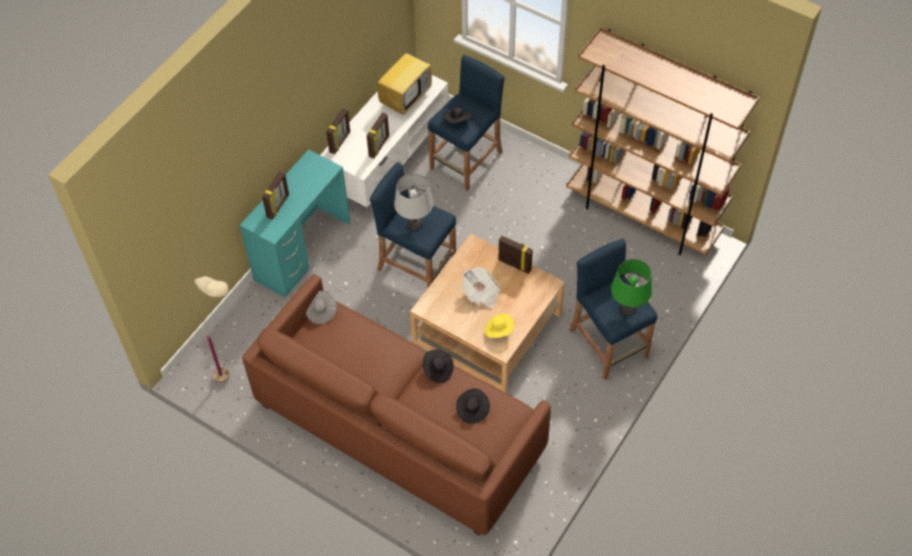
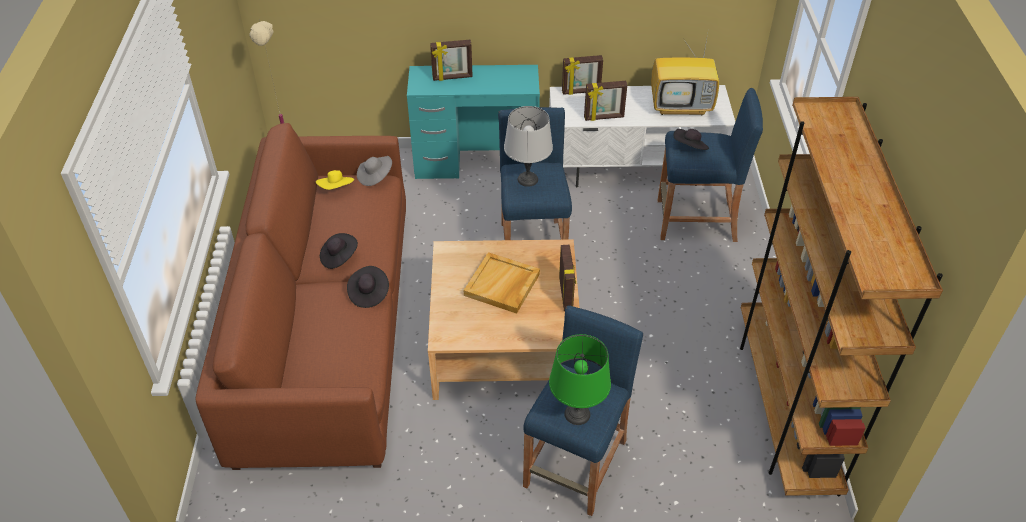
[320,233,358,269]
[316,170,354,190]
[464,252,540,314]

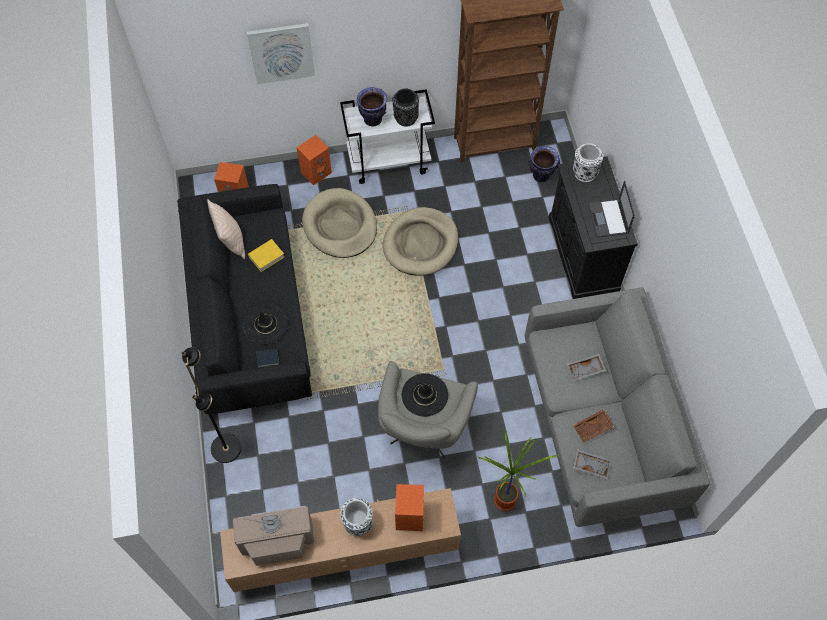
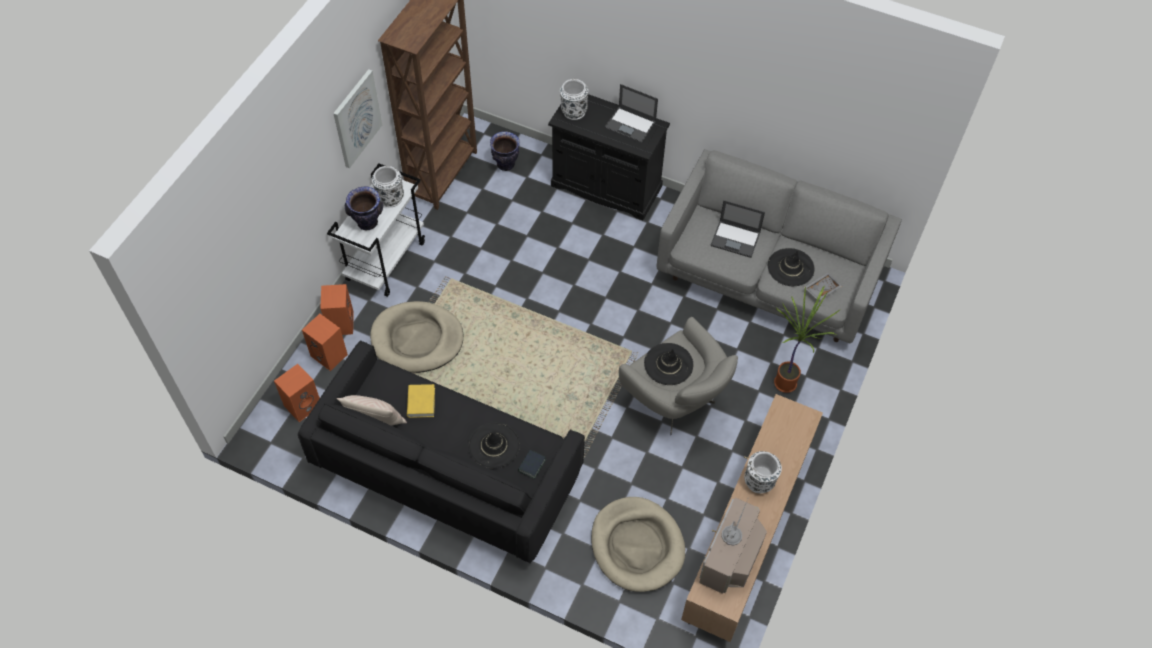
[181,348,241,463] (first image)
[333,69,382,168]
[591,497,685,592]
[302,314,348,371]
[711,200,765,258]
[768,248,815,286]
[372,166,404,207]

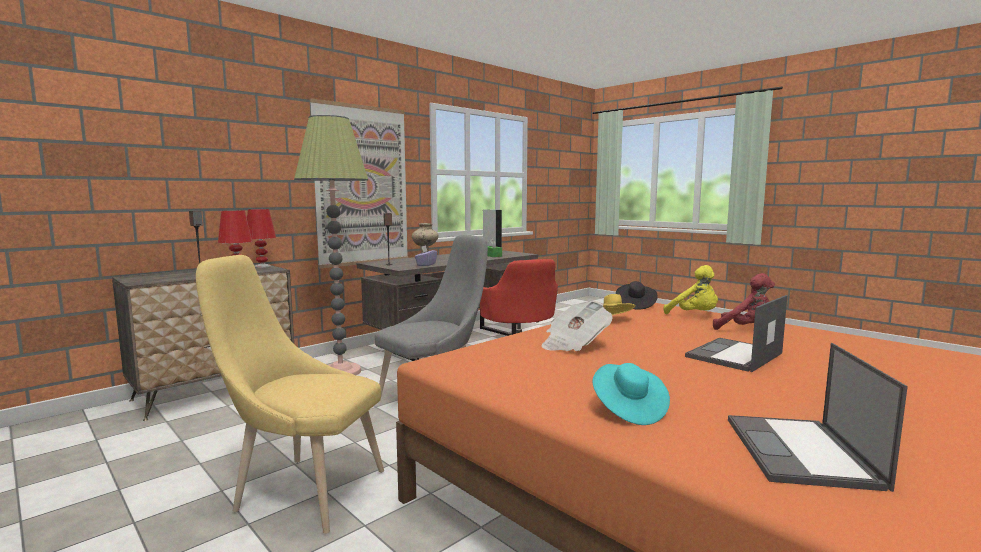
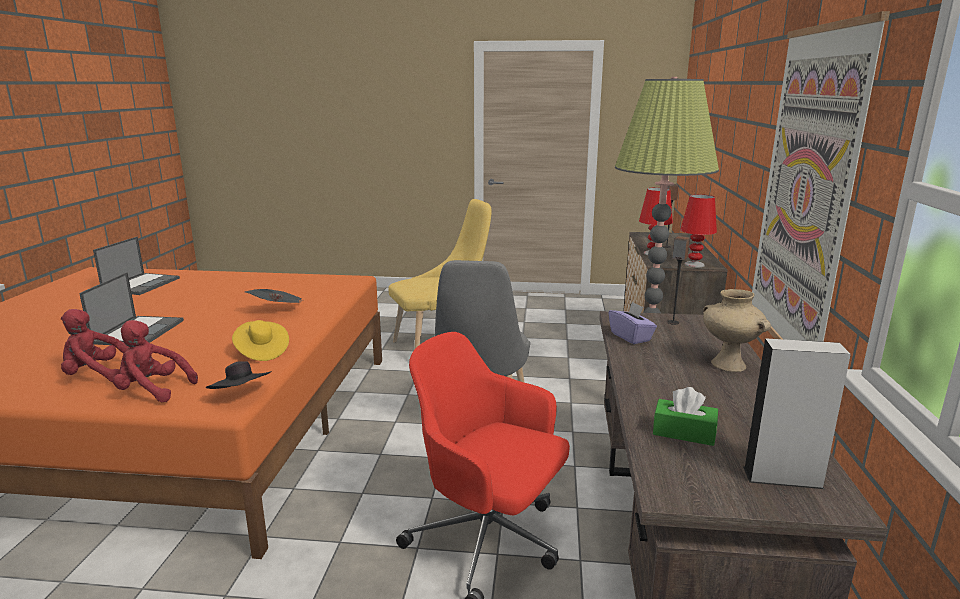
[592,363,670,425] (first image)
[113,320,198,402]
[93,237,180,295]

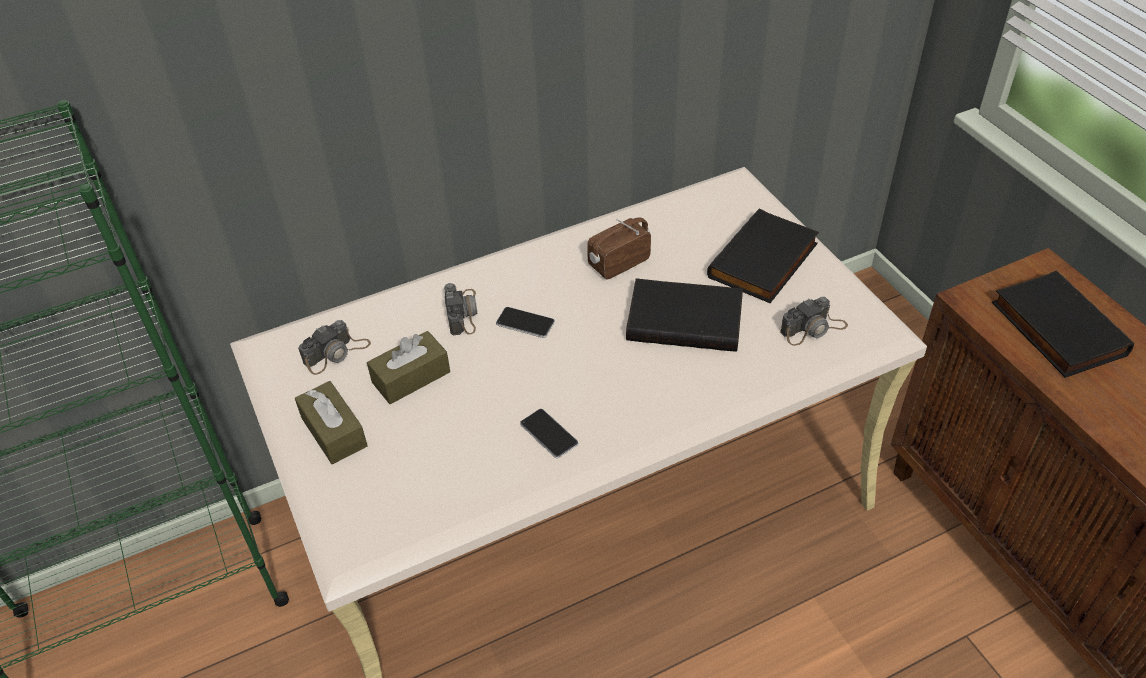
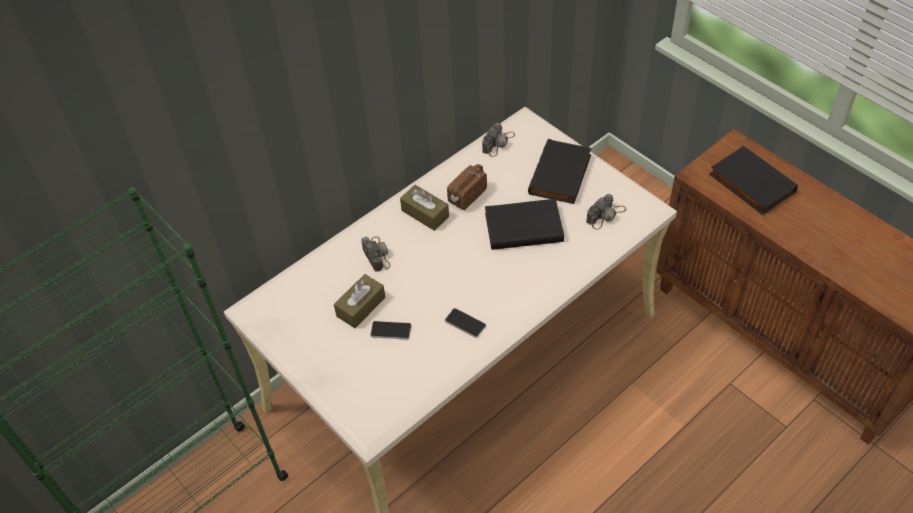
[400,185,449,231]
[482,123,515,157]
[370,321,411,340]

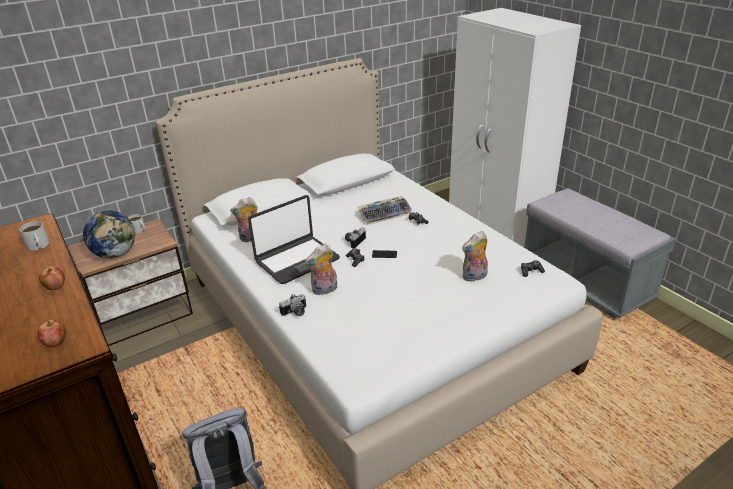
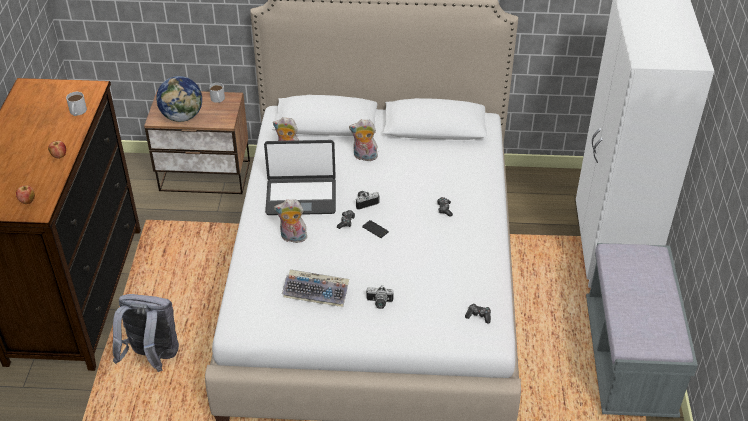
[366,286,394,309]
[282,270,349,307]
[349,119,378,163]

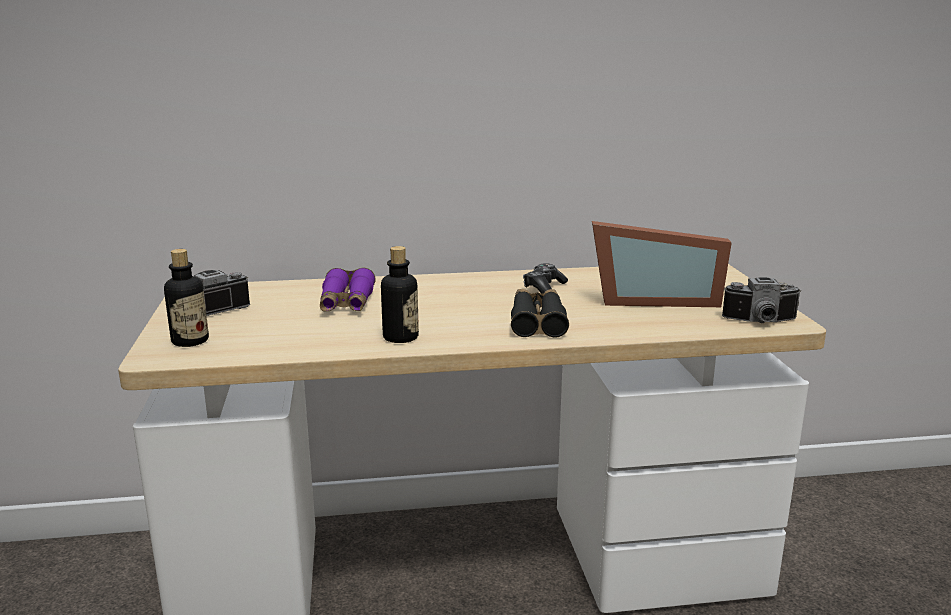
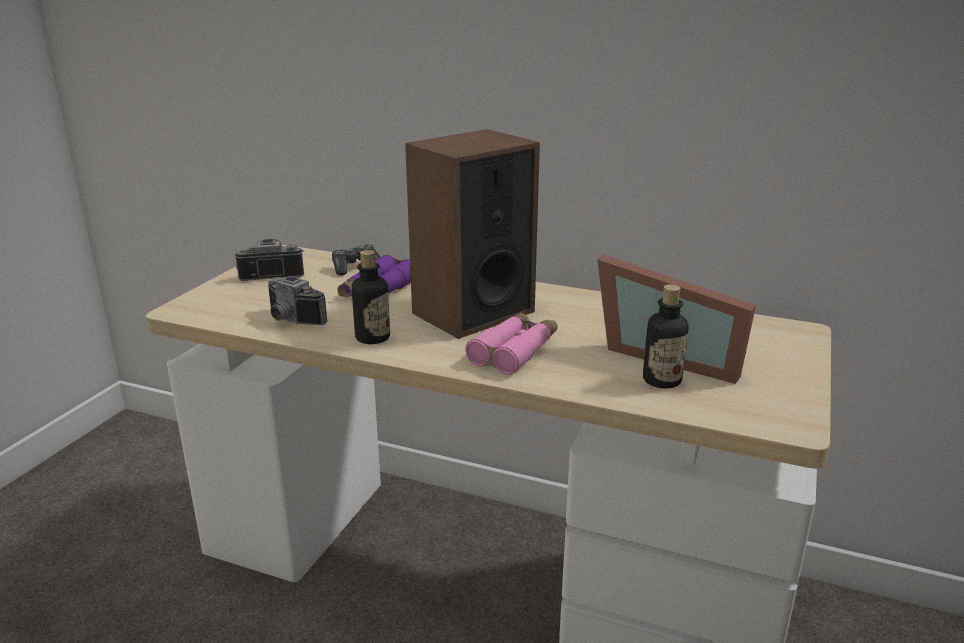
[405,129,540,339]
[643,284,688,389]
[332,244,381,276]
[268,276,327,325]
[466,313,558,374]

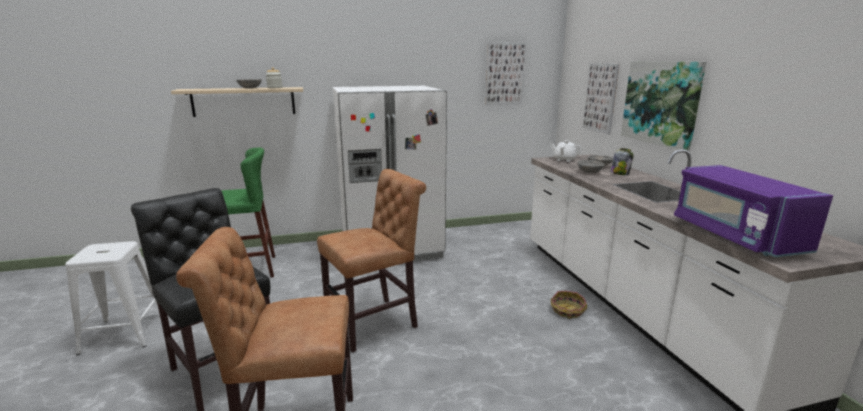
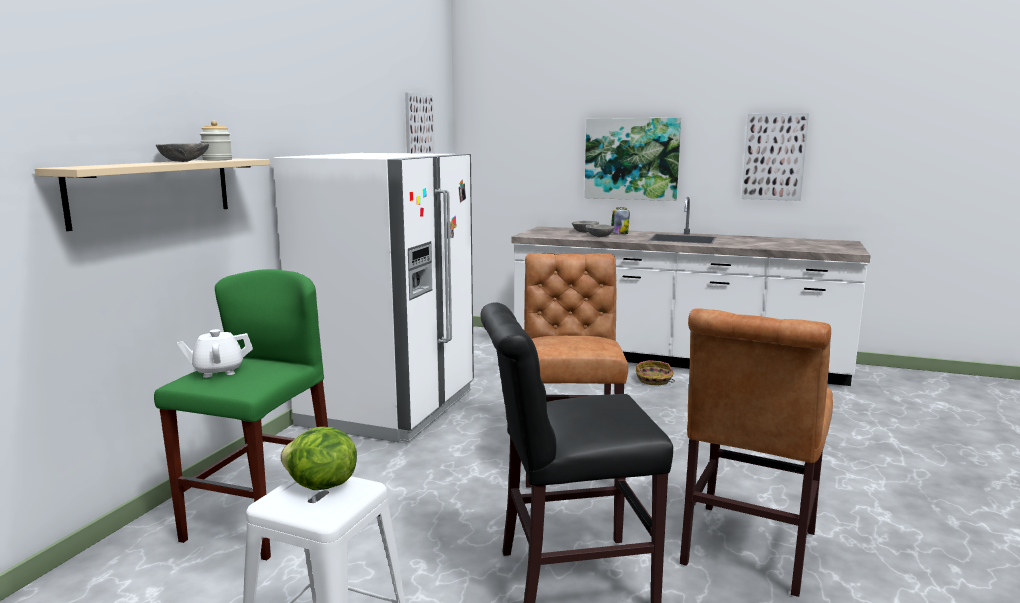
[674,165,833,257] (first image)
[280,427,357,490]
[177,329,253,378]
[742,113,809,201]

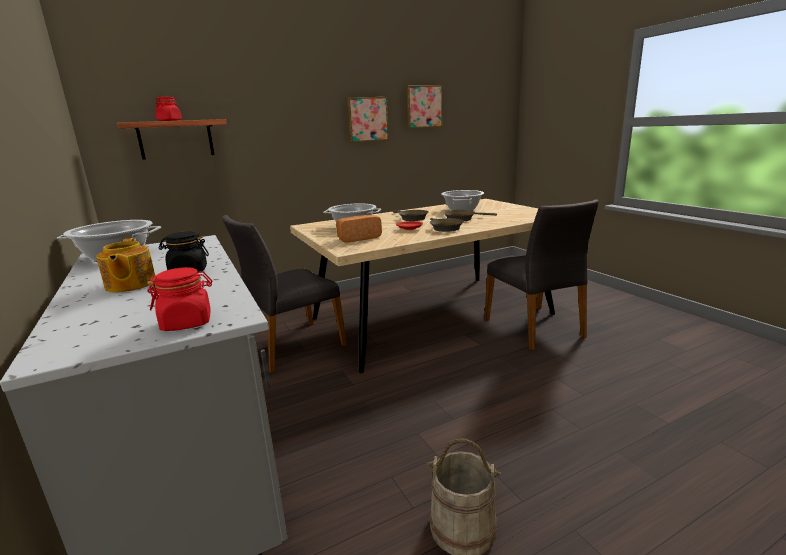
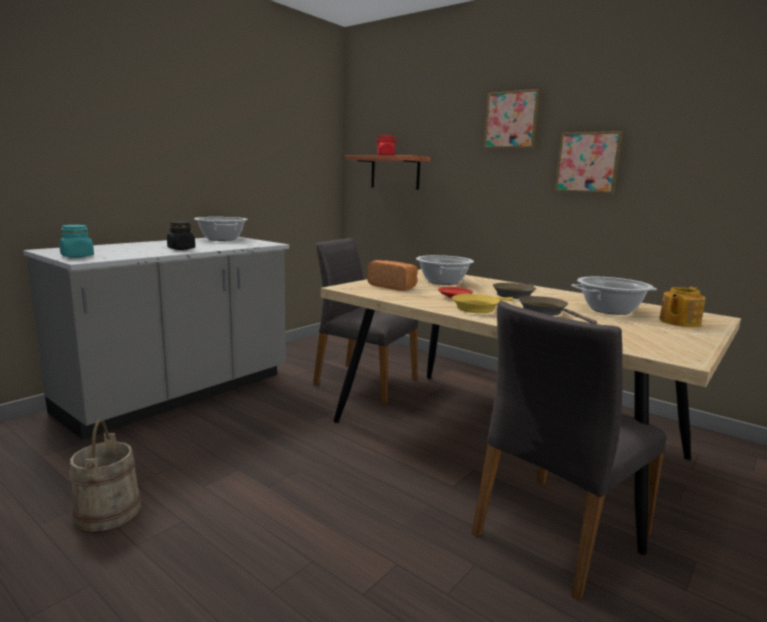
[659,287,706,327]
[484,89,541,149]
[59,225,94,258]
[452,294,514,313]

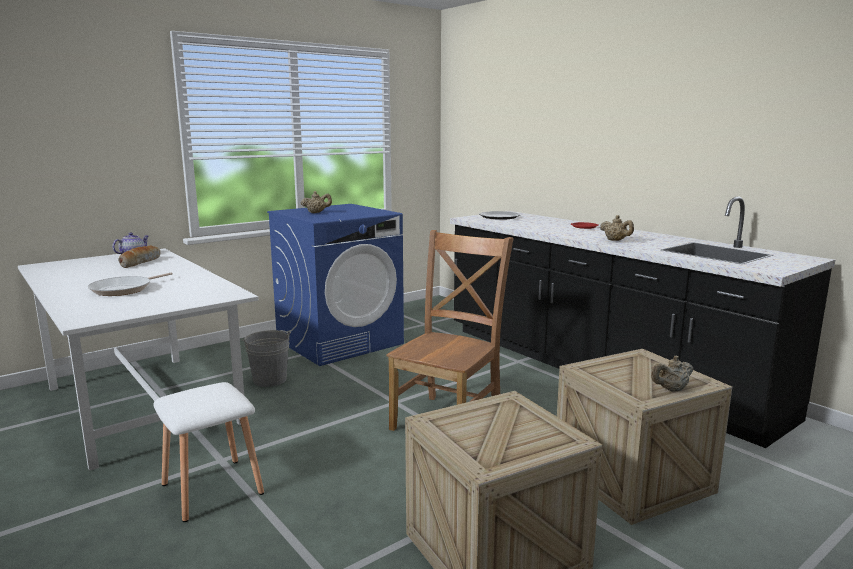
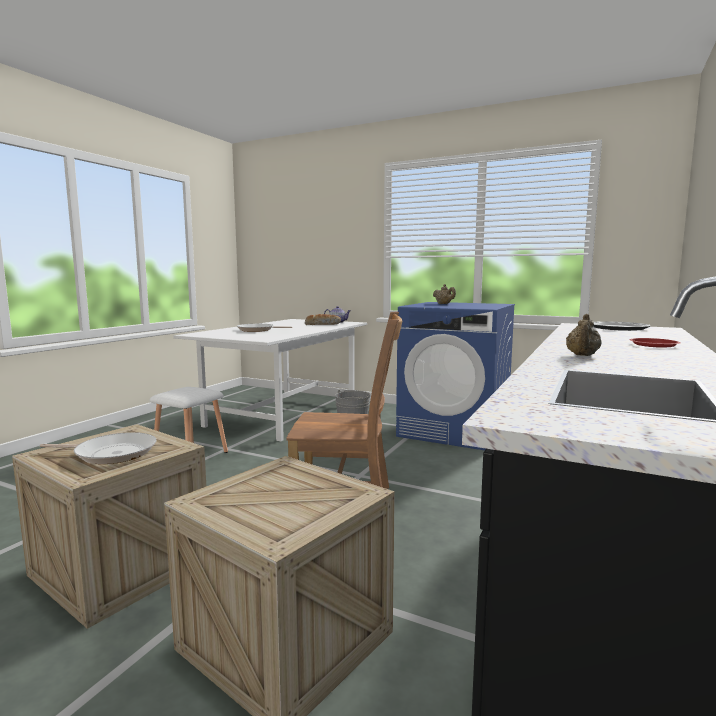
[651,356,693,392] (first image)
[40,432,156,464]

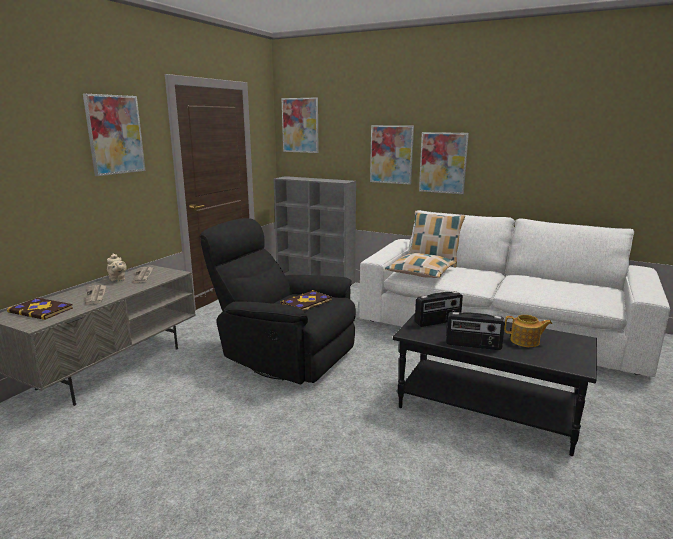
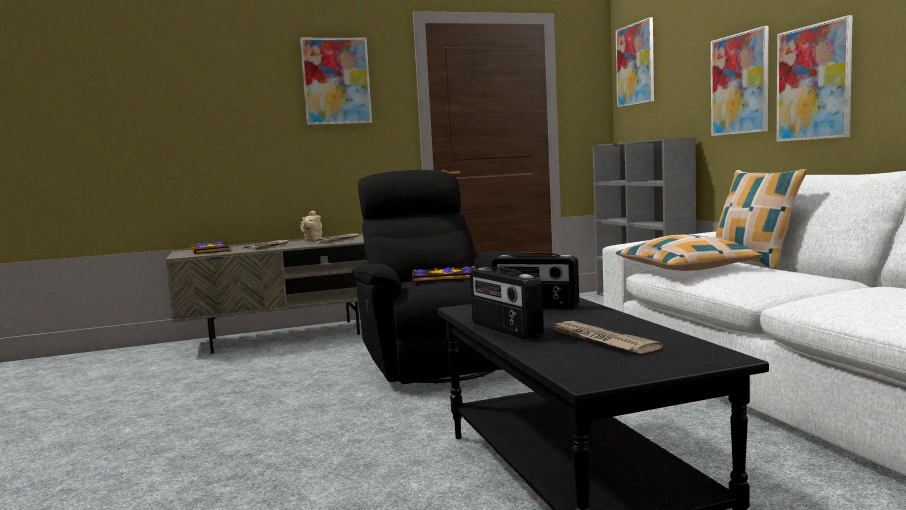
[551,321,663,354]

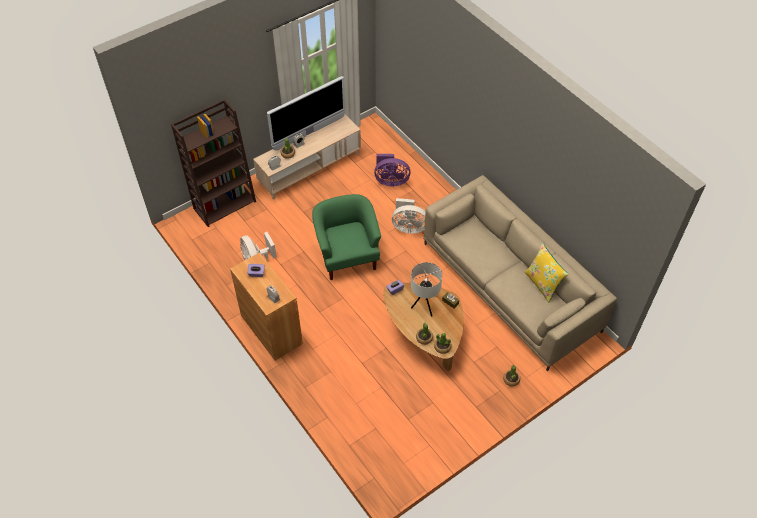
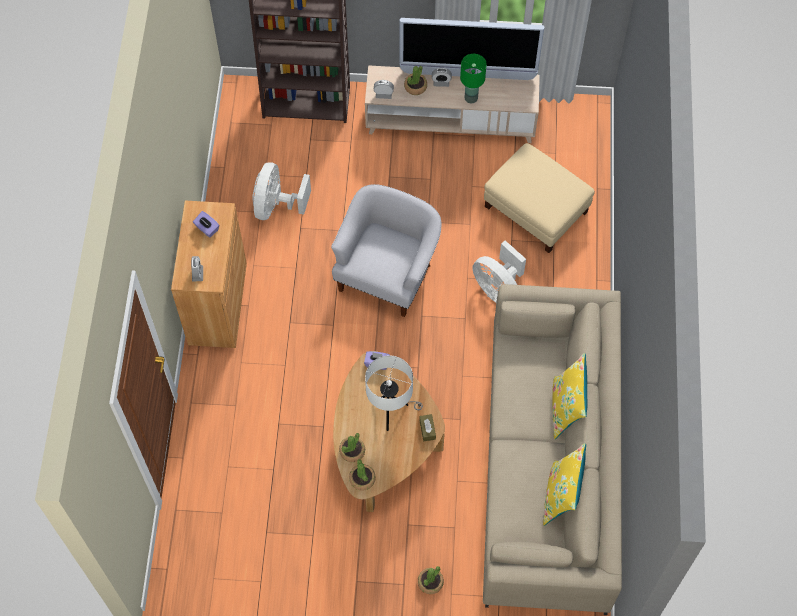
[460,54,487,103]
[553,353,587,439]
[484,143,595,253]
[331,184,441,317]

